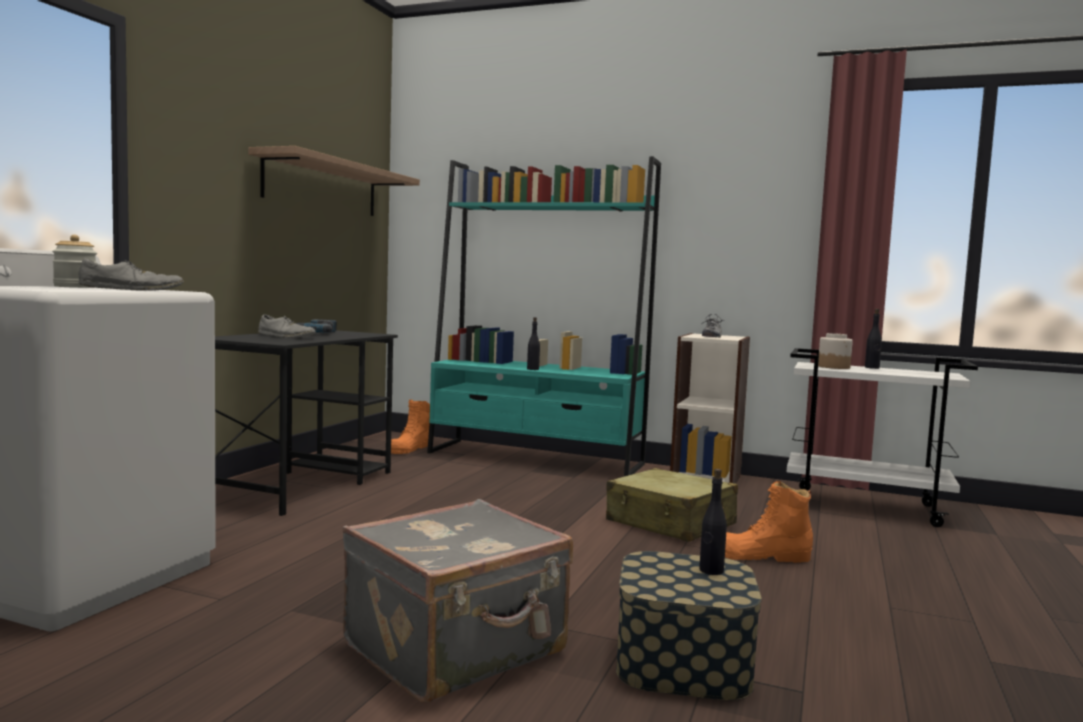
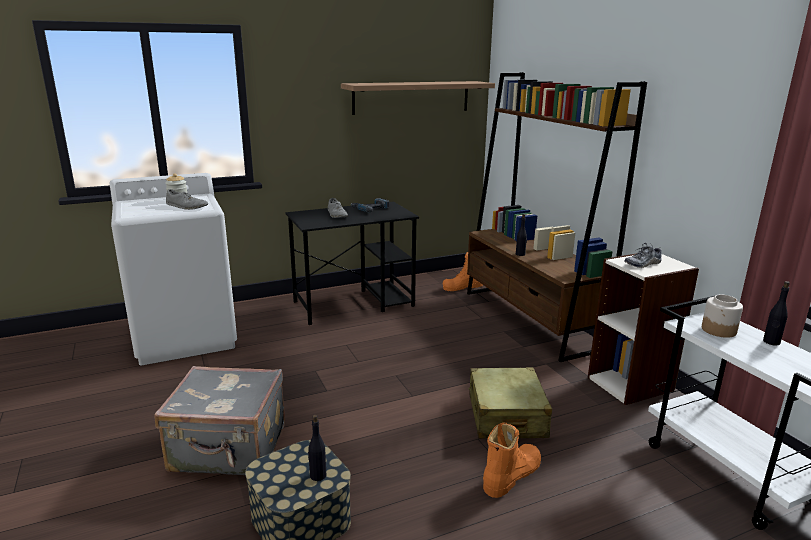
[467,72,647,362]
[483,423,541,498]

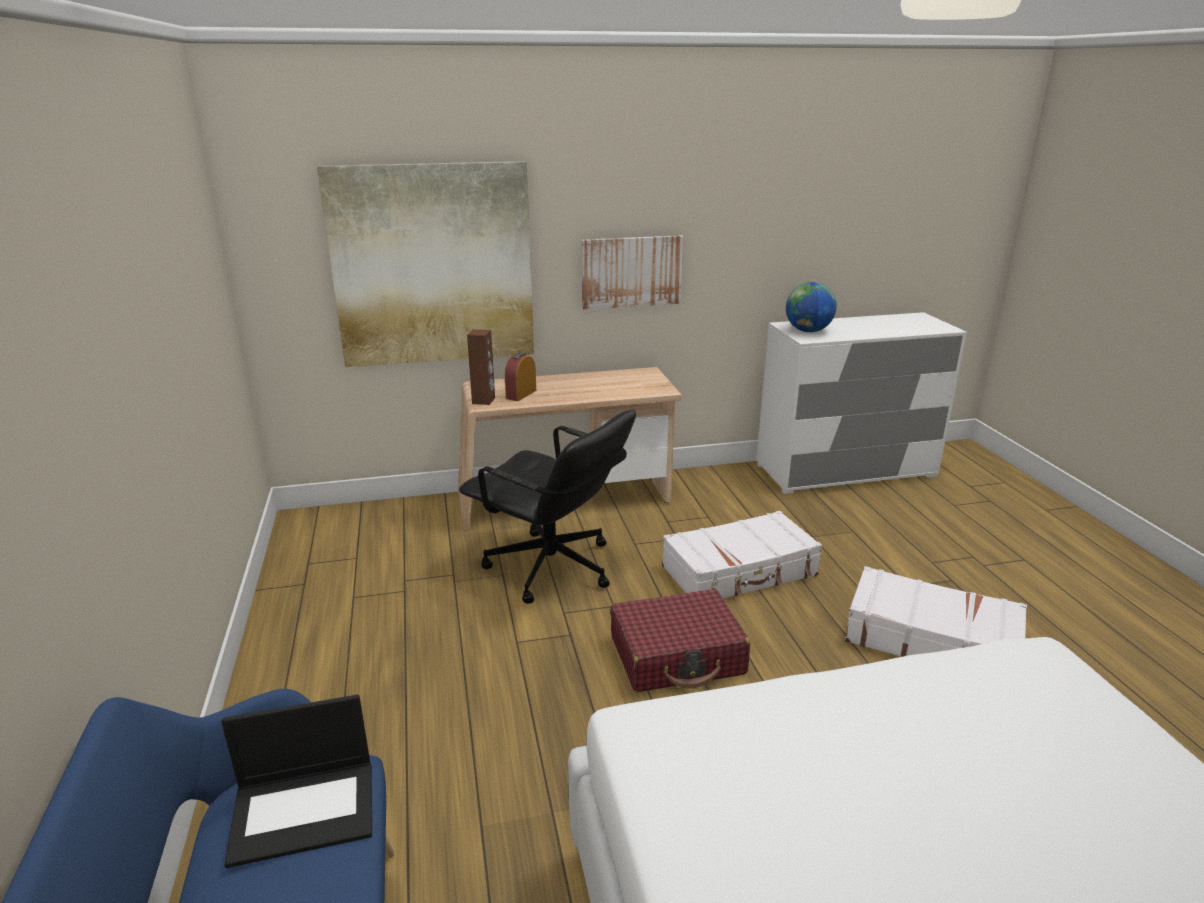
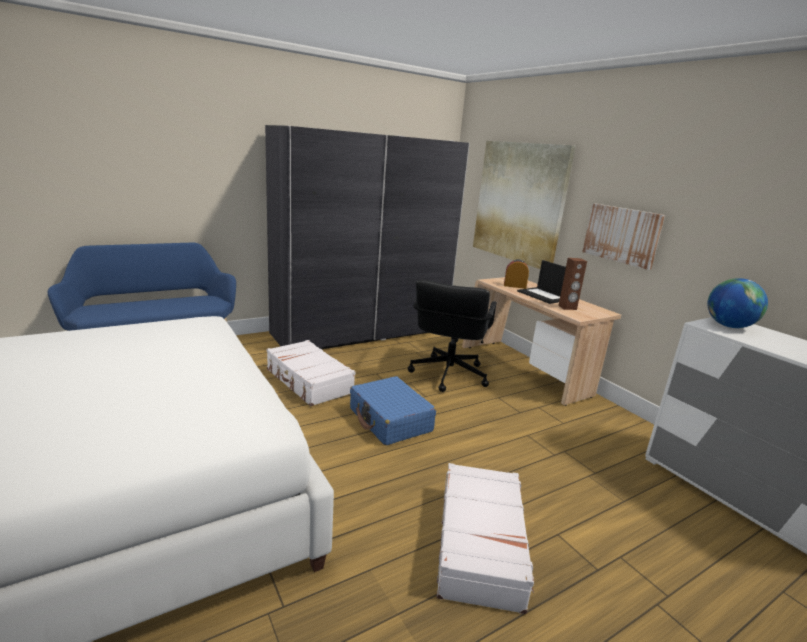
[265,125,470,349]
[517,260,566,304]
[558,258,587,310]
[267,340,355,406]
[350,376,436,446]

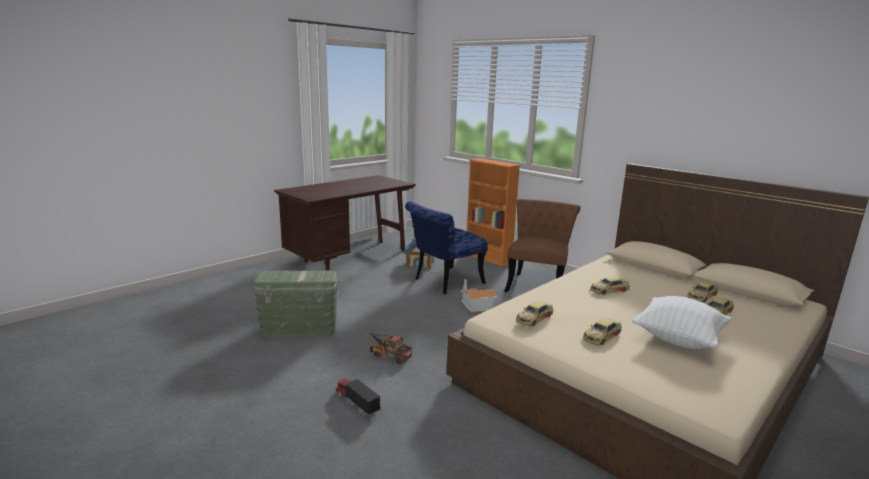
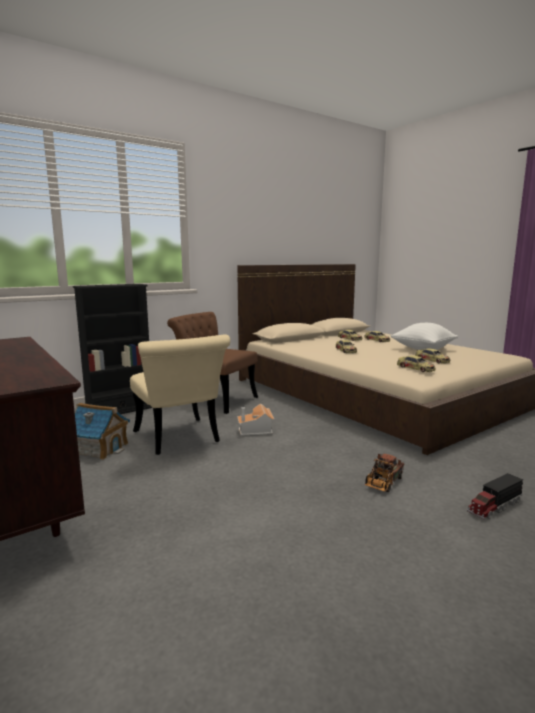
[252,271,340,338] (first image)
[130,334,230,455]
[73,284,152,414]

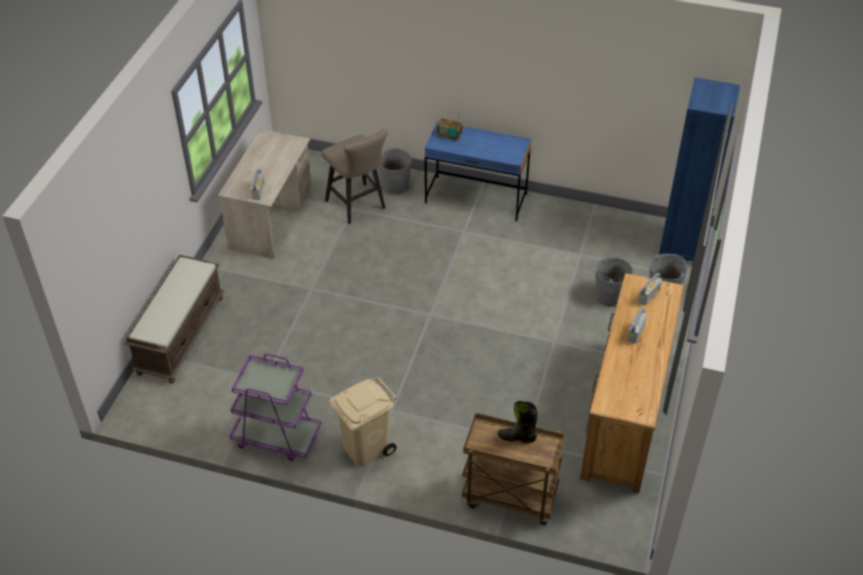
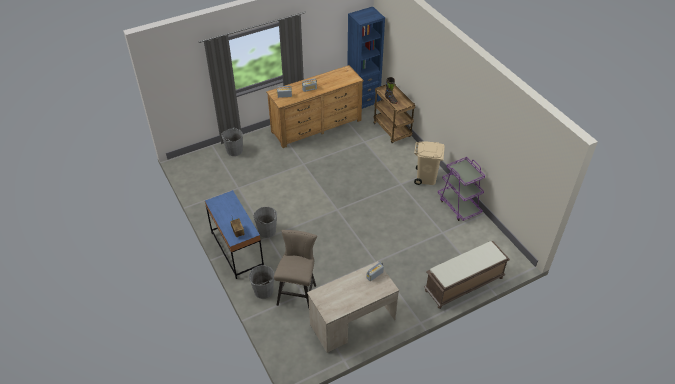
[254,207,277,238]
[347,7,385,109]

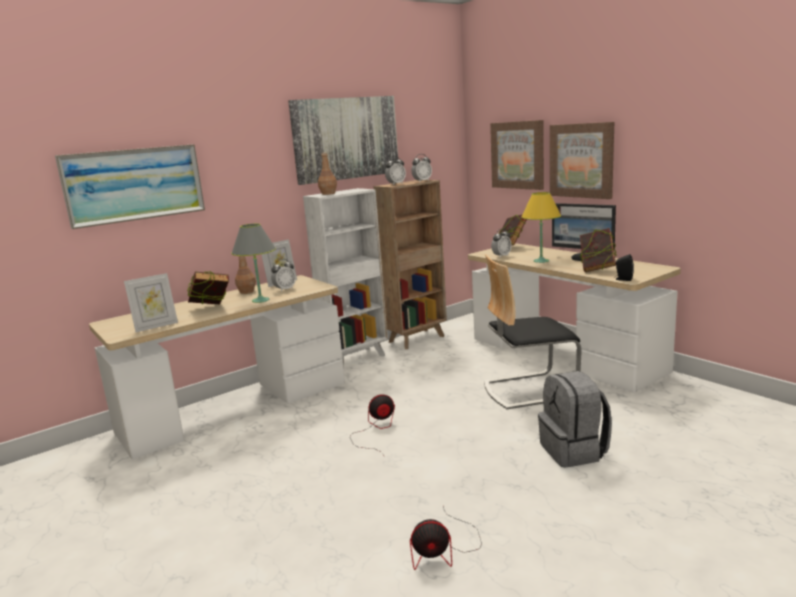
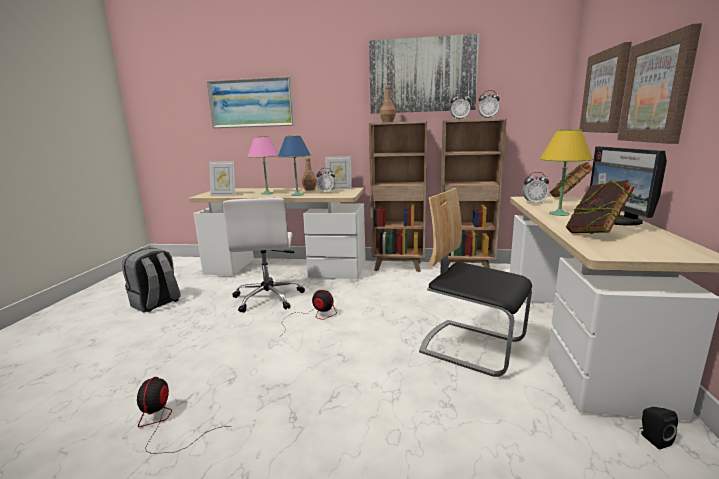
[222,198,305,313]
[122,248,181,312]
[639,407,678,449]
[247,136,279,195]
[278,136,311,196]
[369,121,427,272]
[137,377,230,454]

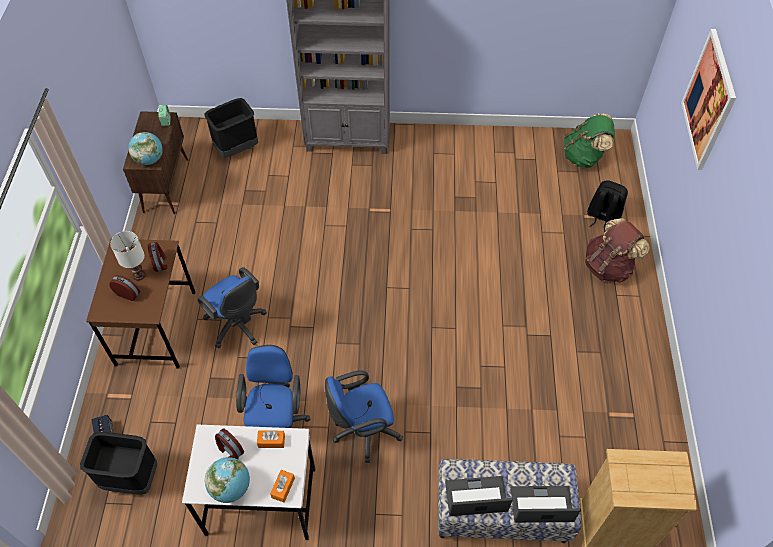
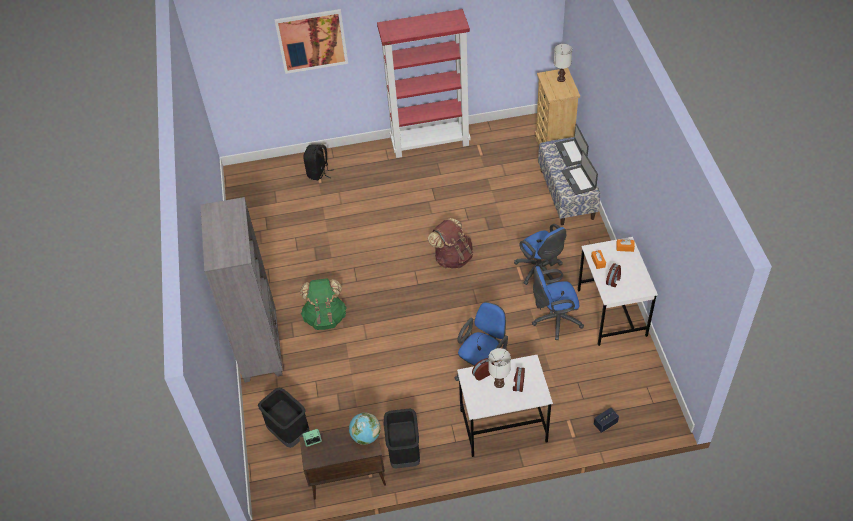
[205,457,250,503] (first image)
[377,9,471,158]
[554,44,572,82]
[384,408,420,468]
[300,278,347,330]
[428,218,473,268]
[457,355,553,457]

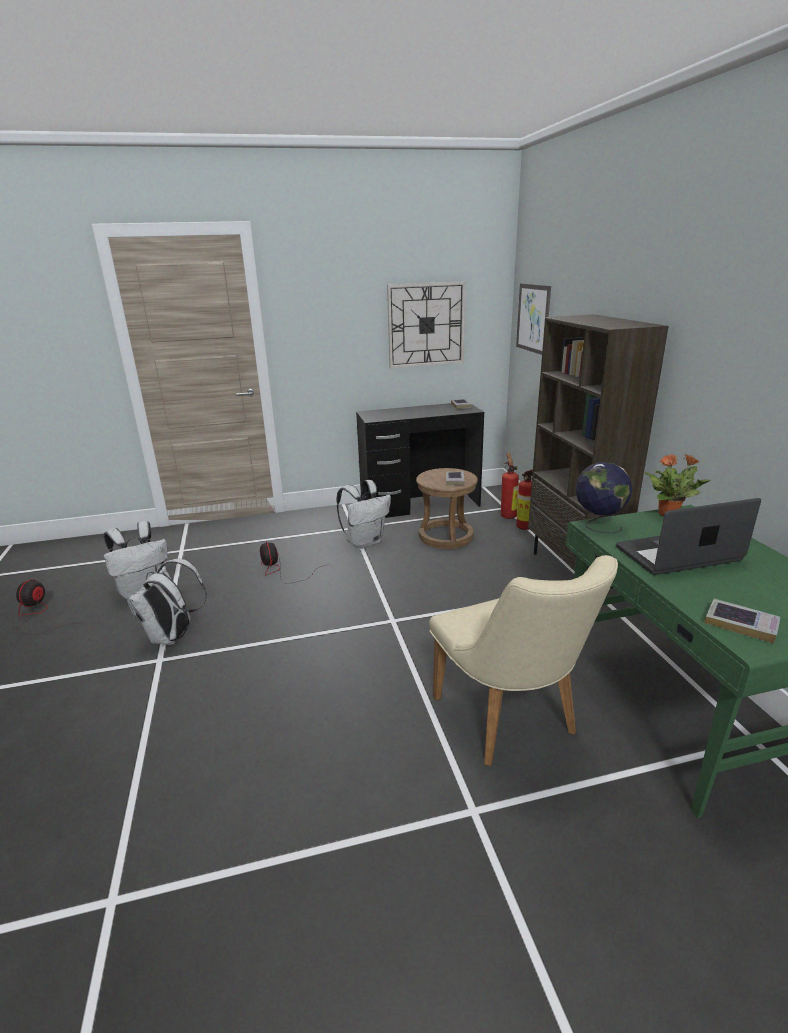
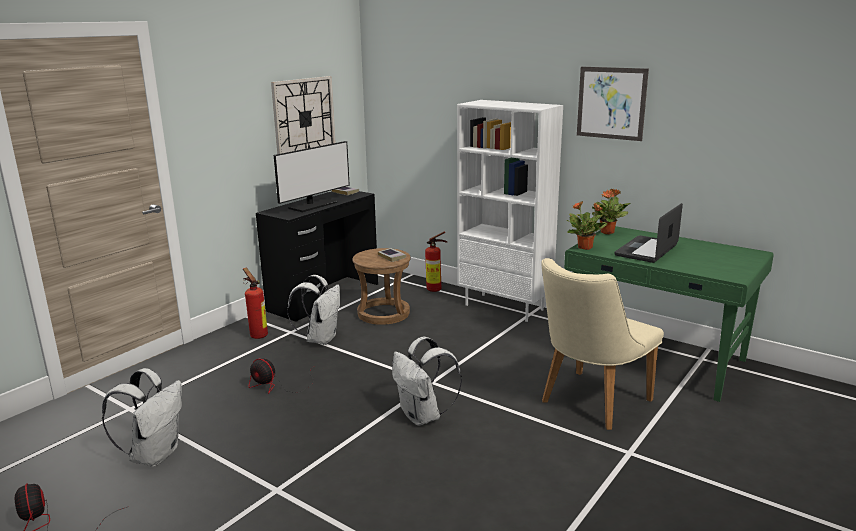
[704,599,780,644] (first image)
[274,141,350,212]
[392,337,462,426]
[243,268,268,339]
[577,67,649,141]
[567,202,608,250]
[457,100,563,322]
[541,258,664,430]

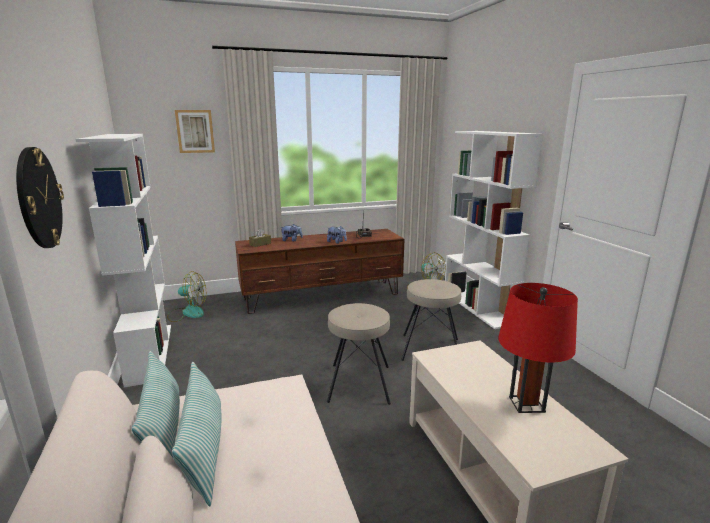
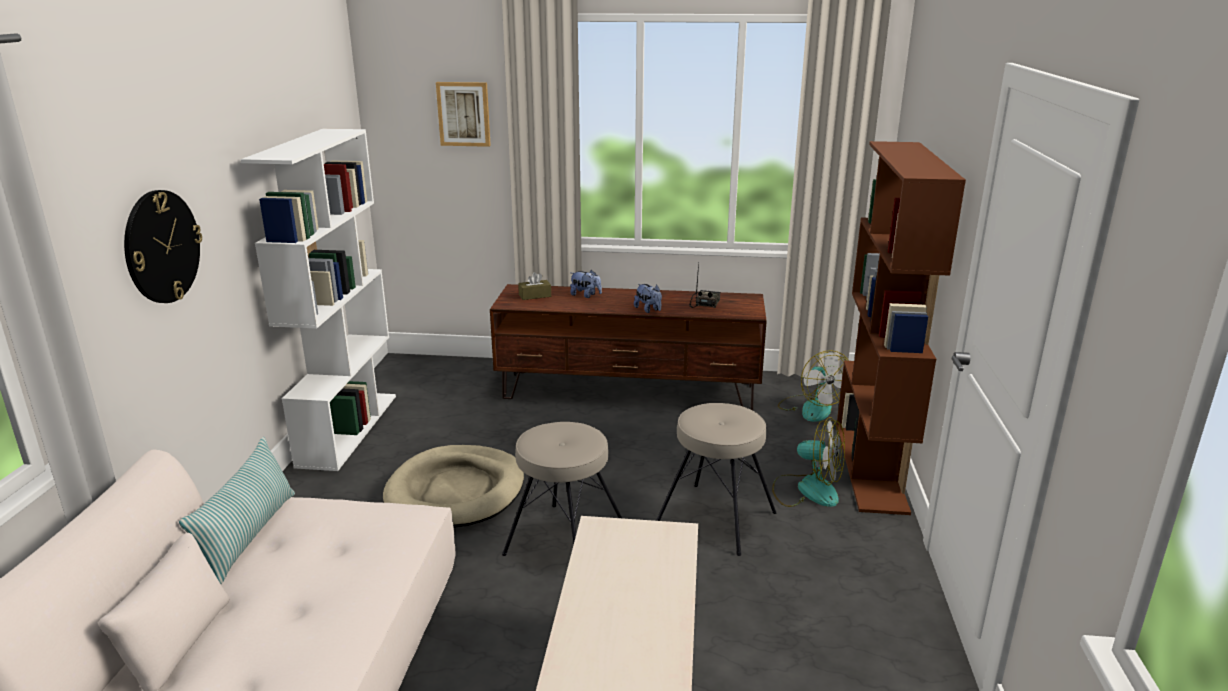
[172,362,222,506] (first image)
[498,283,578,413] (first image)
[383,445,524,528]
[772,417,845,507]
[836,141,966,515]

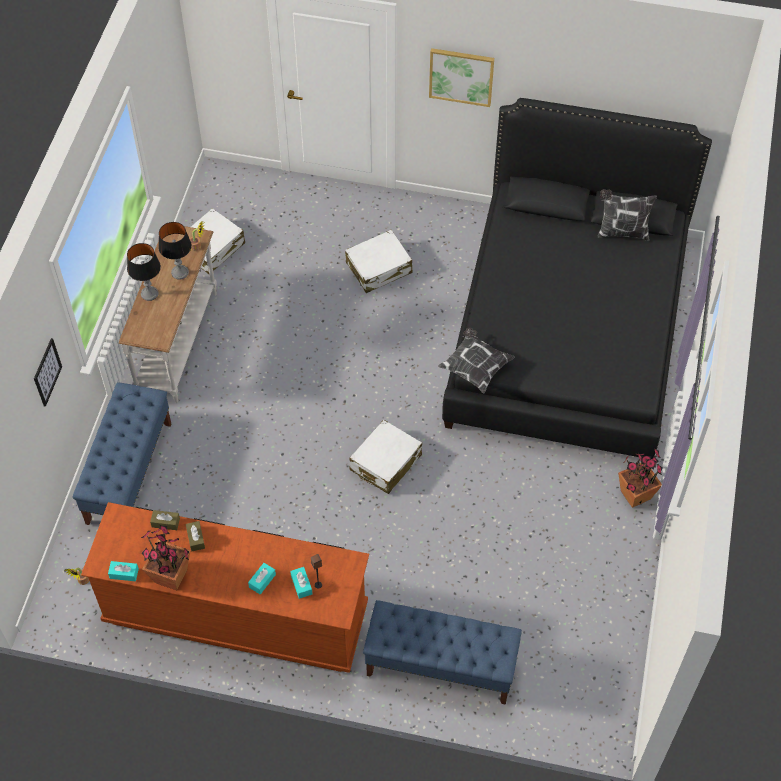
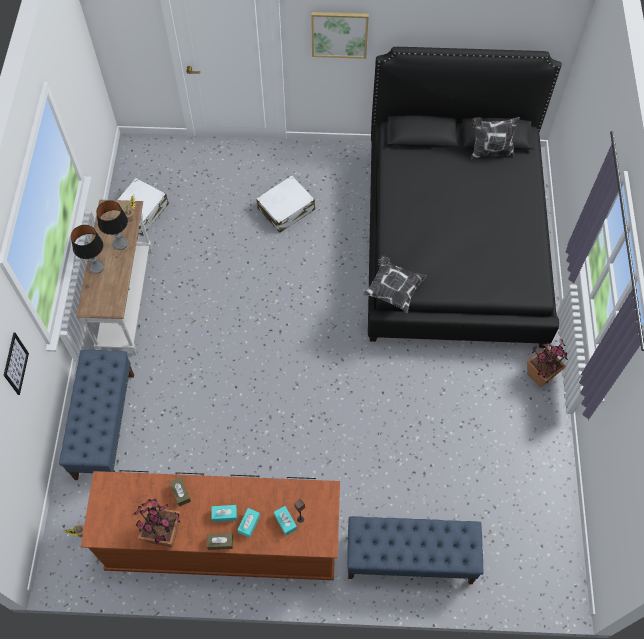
[349,420,422,494] (first image)
[212,505,237,522]
[207,533,233,550]

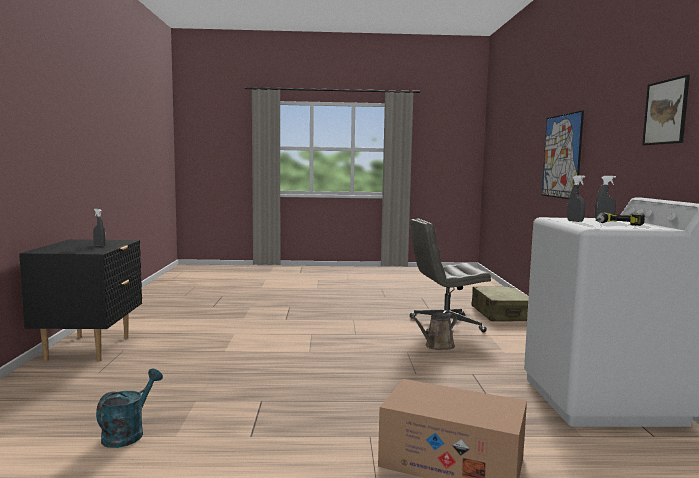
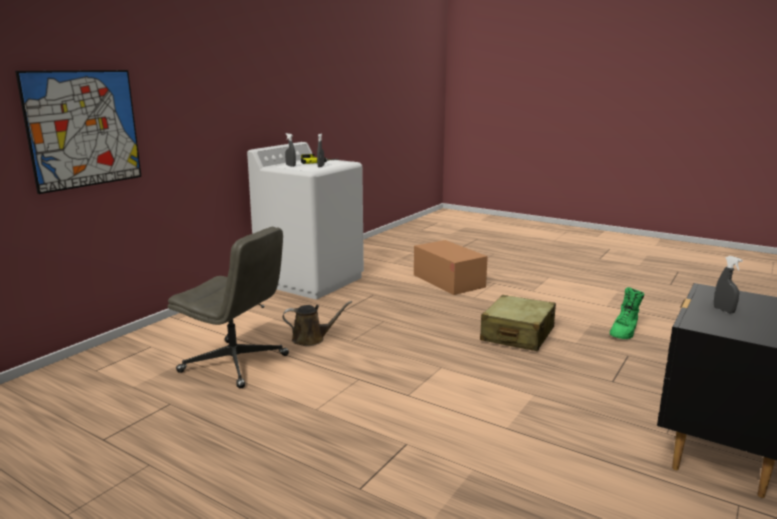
[642,75,690,145] (first image)
[480,295,556,351]
[610,287,644,339]

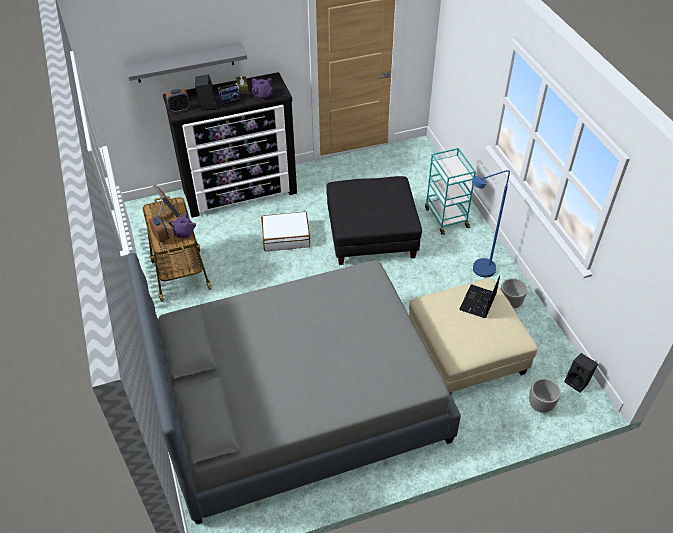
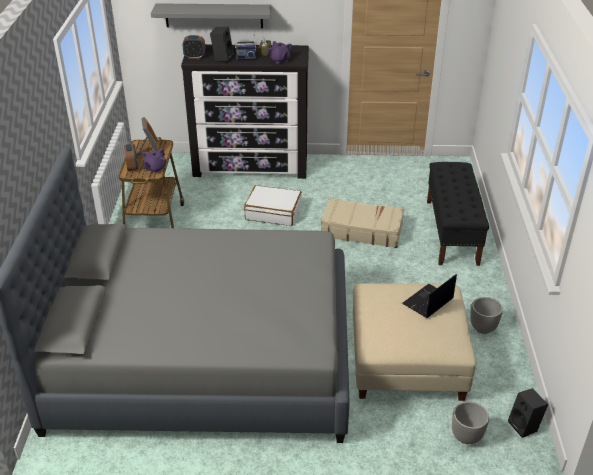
[472,170,510,277] (first image)
[321,198,404,248]
[427,162,489,266]

